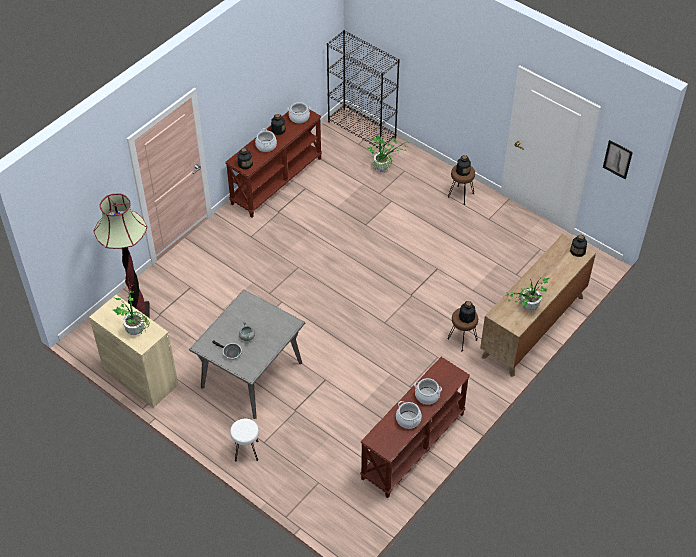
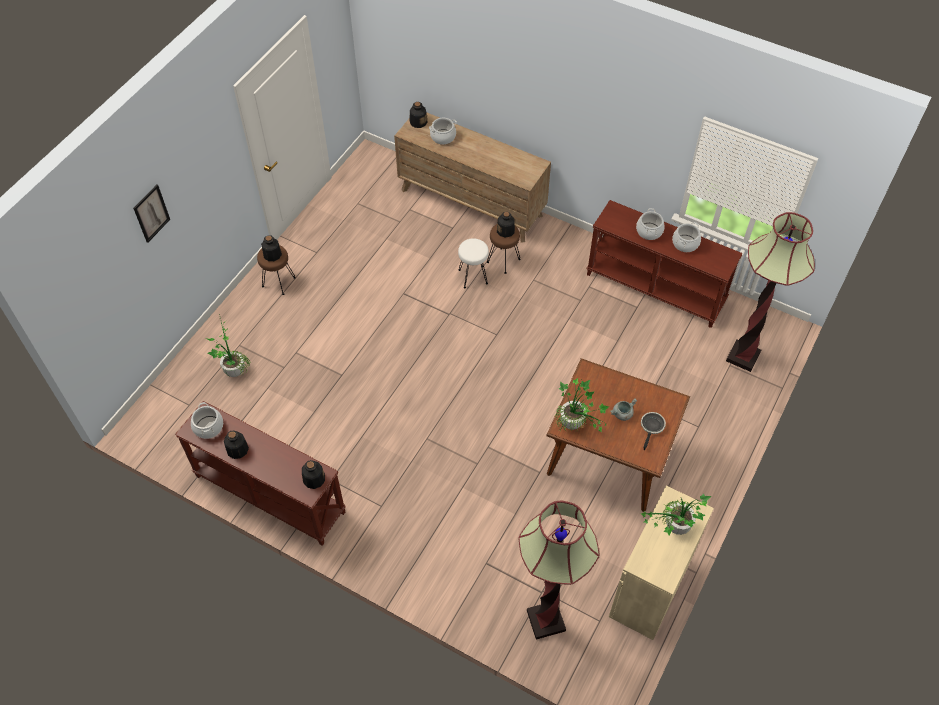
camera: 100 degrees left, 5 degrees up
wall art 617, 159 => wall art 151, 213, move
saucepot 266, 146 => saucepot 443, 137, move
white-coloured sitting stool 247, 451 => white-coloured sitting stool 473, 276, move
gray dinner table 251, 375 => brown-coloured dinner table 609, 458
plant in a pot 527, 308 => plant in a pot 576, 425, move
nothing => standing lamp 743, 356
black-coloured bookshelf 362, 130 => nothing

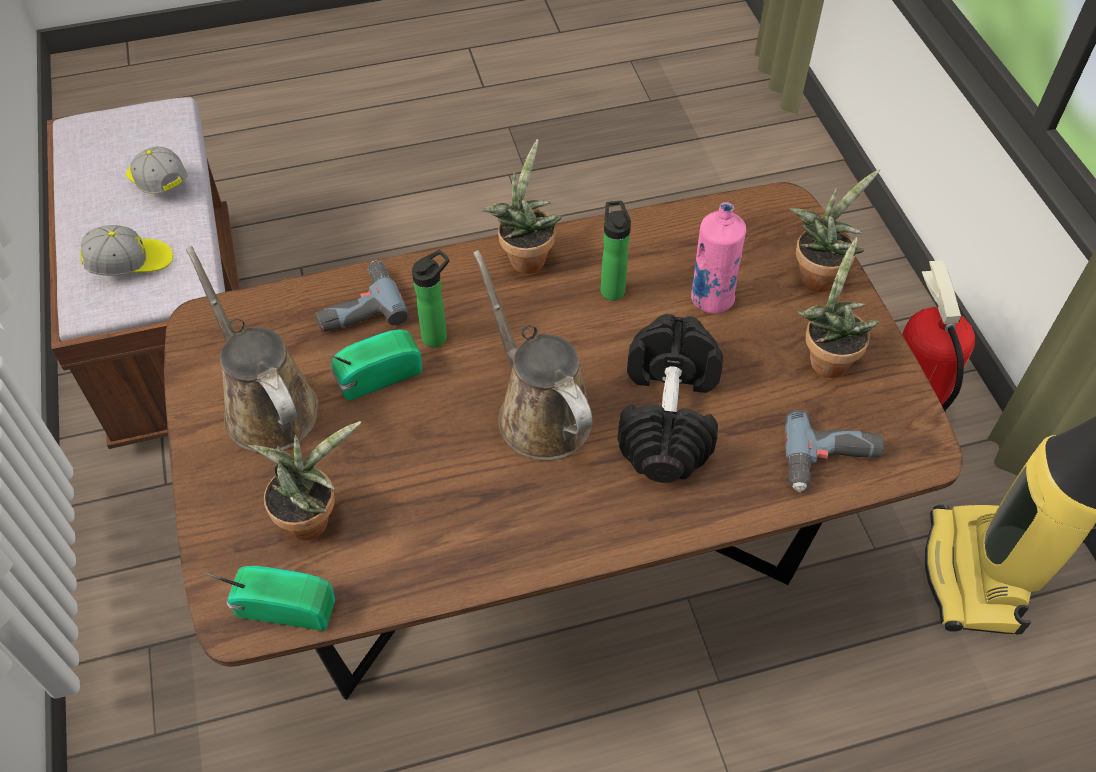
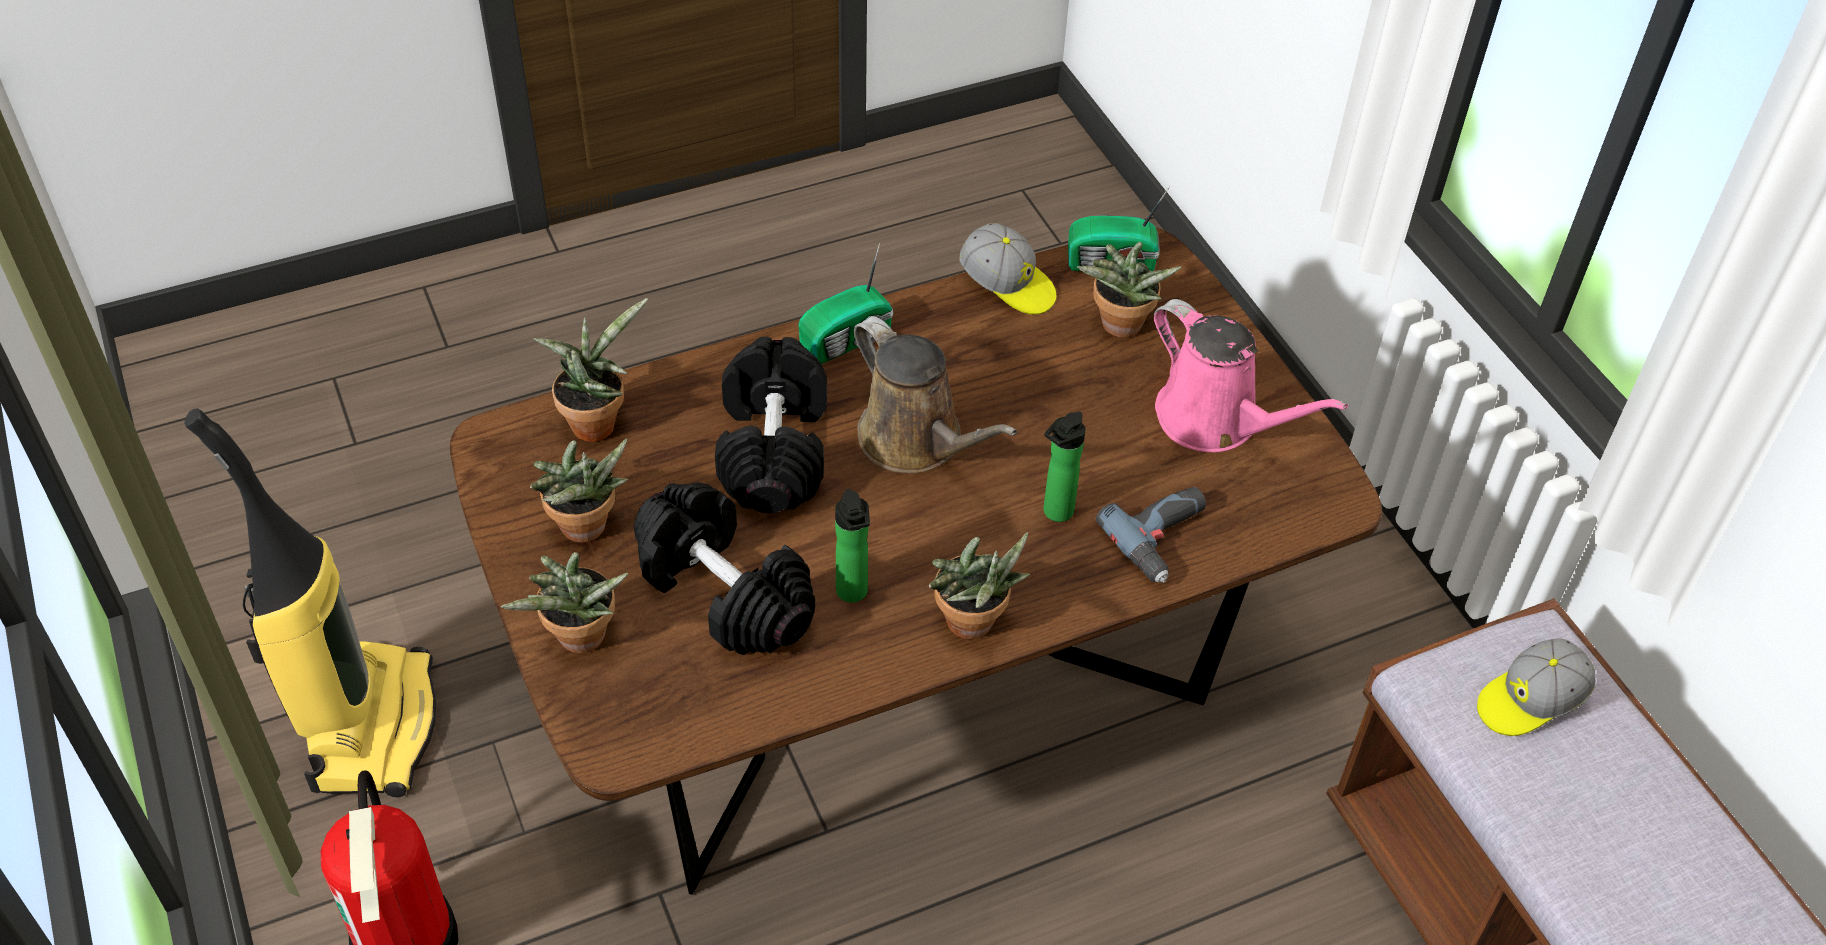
camera: 170 degrees right, 5 degrees down
power drill 831, 462 => plant in a pot 596, 421
pinkish beverage bottle 711, 299 => black-coloured dumbbell 723, 593
radio set 376, 376 => radio set 849, 340, move
baseball cap 158, 182 => baseball cap 1008, 285, move
brown-coloured sprinkling can 266, 405 => pinkish sprinkling can 1215, 421

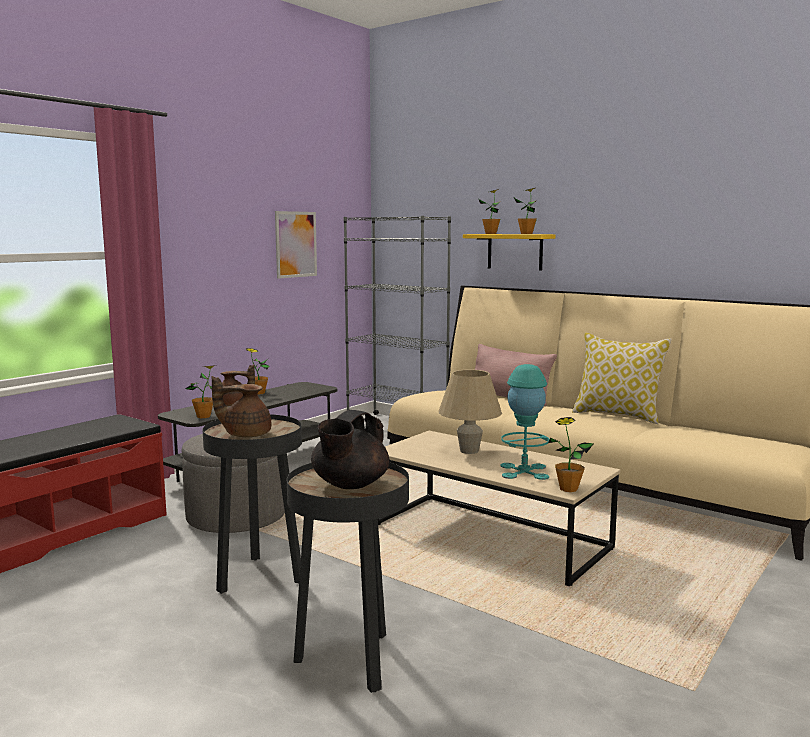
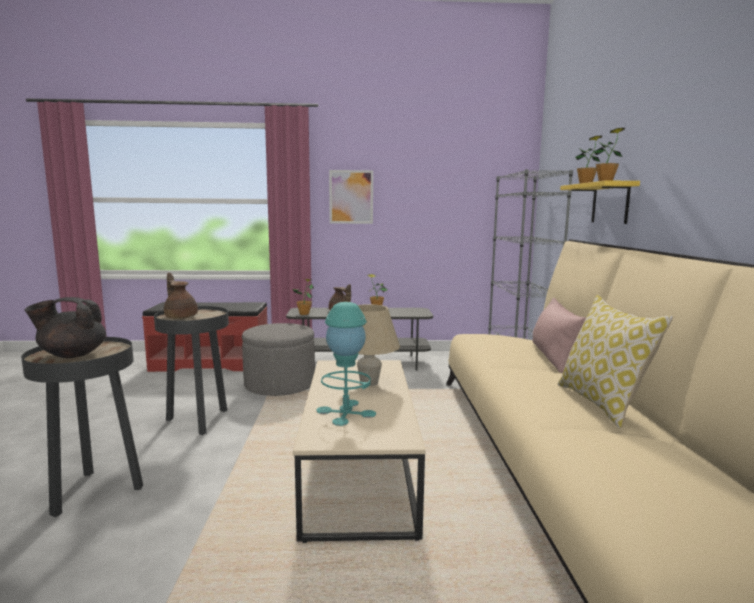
camera: 50 degrees right, 0 degrees up
wall art 296, 244 => wall art 351, 197, move
plant in a pot 568, 489 => nothing

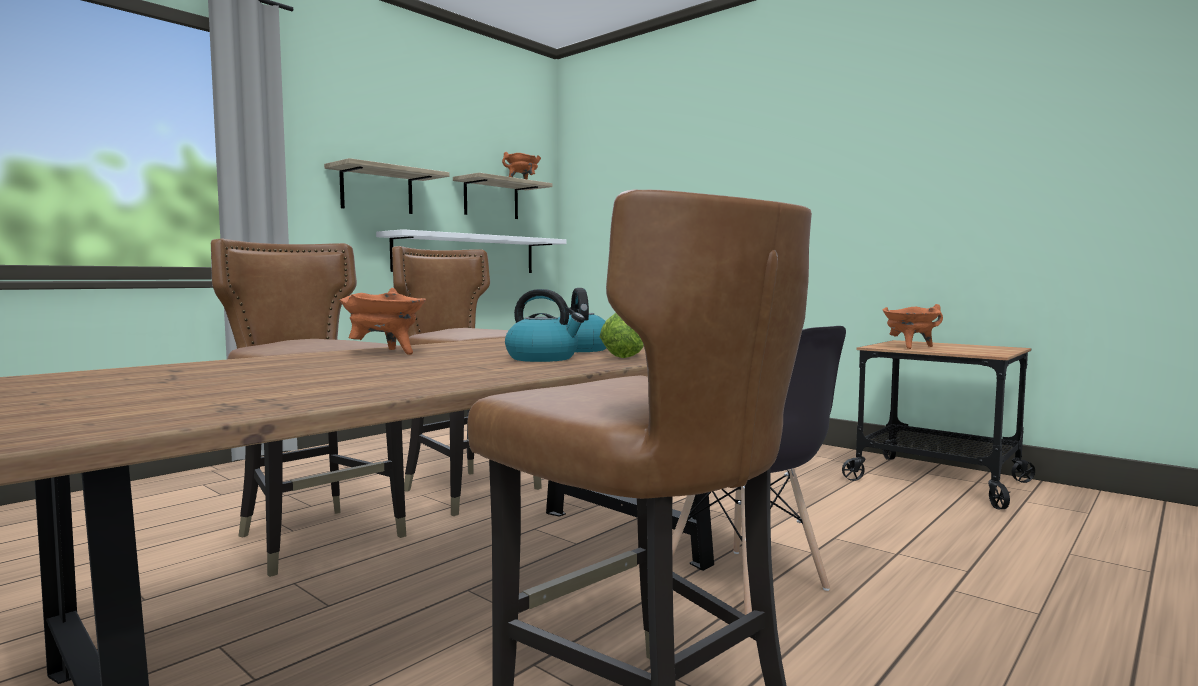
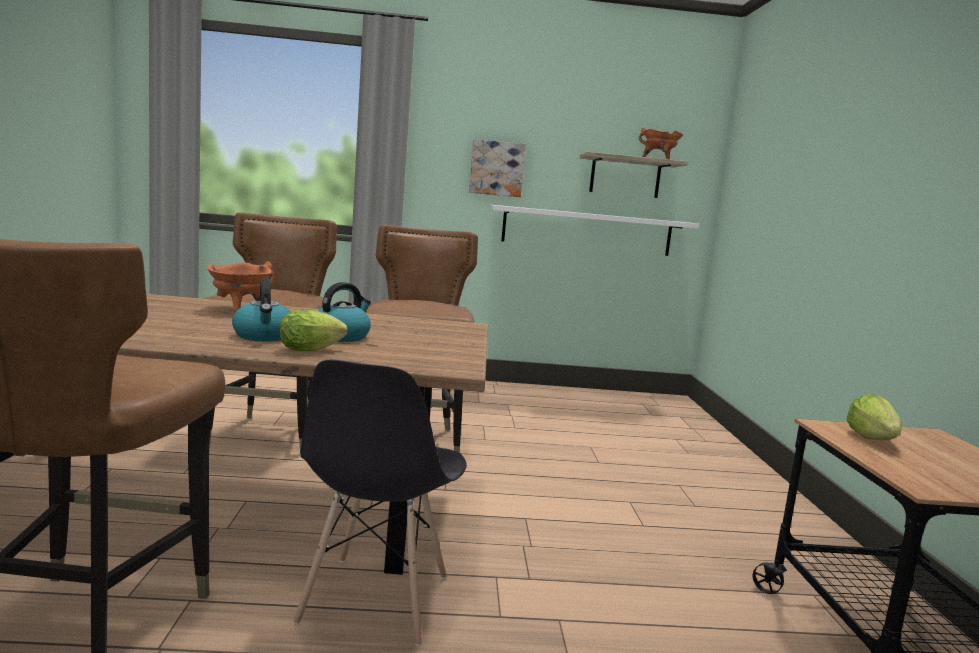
camera: 45 degrees right, 5 degrees up
wall shelf 377, 190 => wall art 496, 168
orangey saucepot 910, 347 => lettuce 873, 441

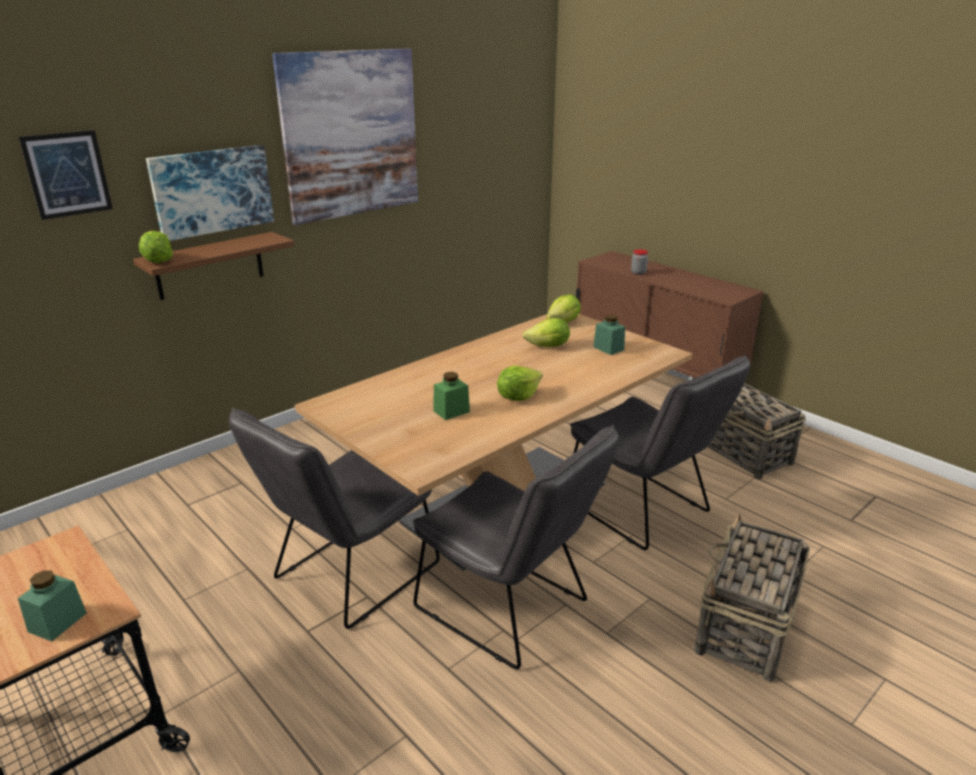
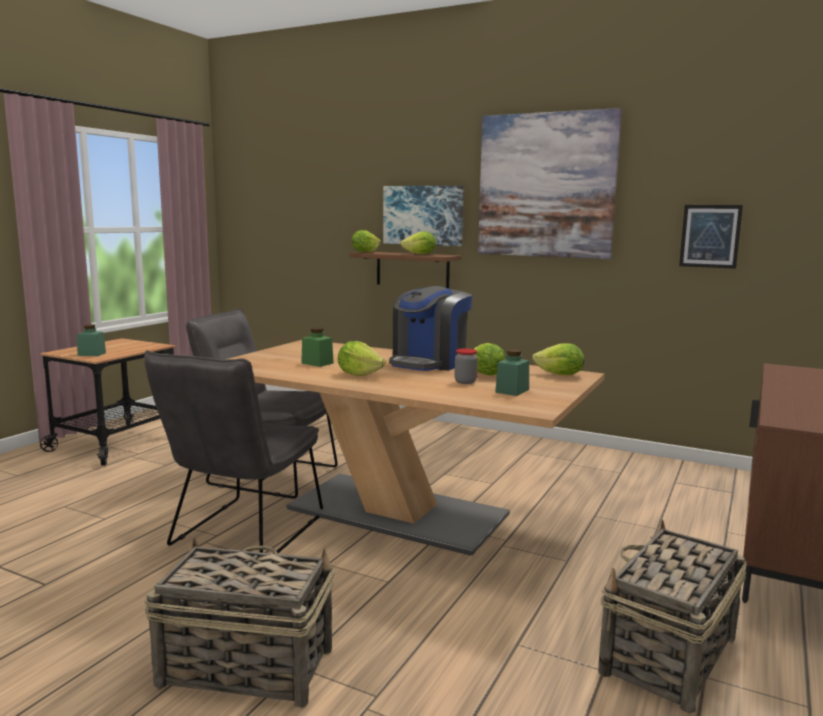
camera: 70 degrees right, 15 degrees down
nothing => coffee brewer 429, 363
nothing => lettuce 420, 254
preserve jar 638, 273 => preserve jar 465, 382, move
wall art 67, 174 => wall art 710, 236, move
gray chair 643, 510 => nothing

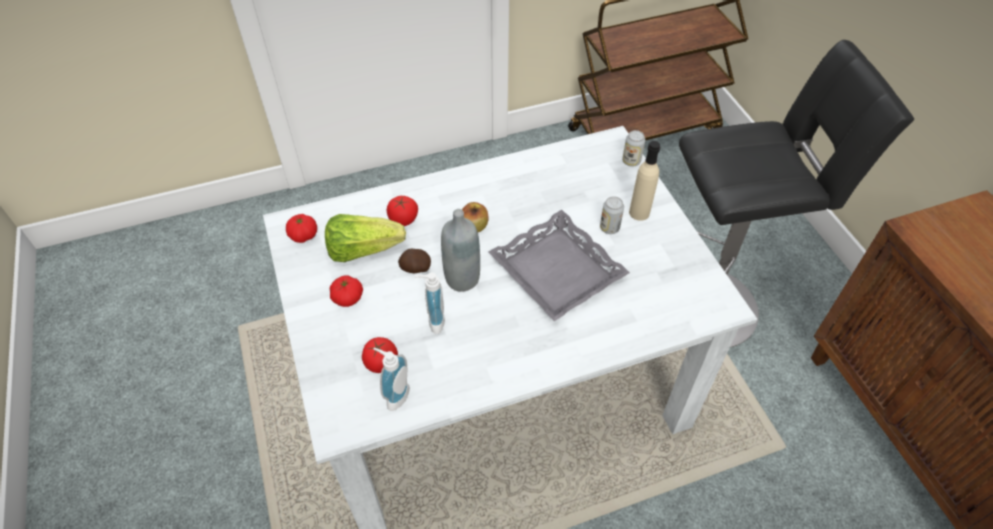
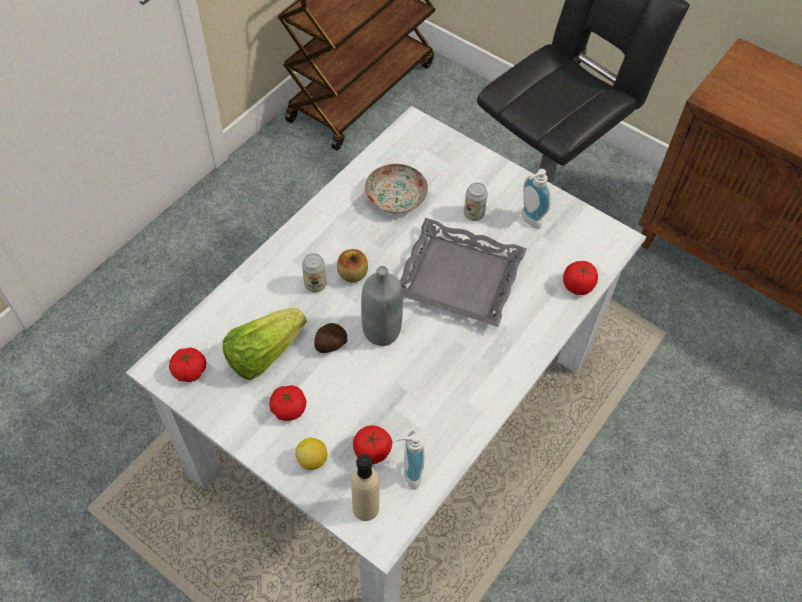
camera: 35 degrees left, 5 degrees up
nothing => citrus fruit 312, 459
metal can 631, 161 => metal can 315, 284, move
beige-coloured beverage bottle 639, 212 => beige-coloured beverage bottle 365, 508, move
nothing => dinner plate 397, 197
liquid soap bottle 433, 321 => liquid soap bottle 528, 220, move
fresh tomato 403, 219 => fresh tomato 578, 286, move

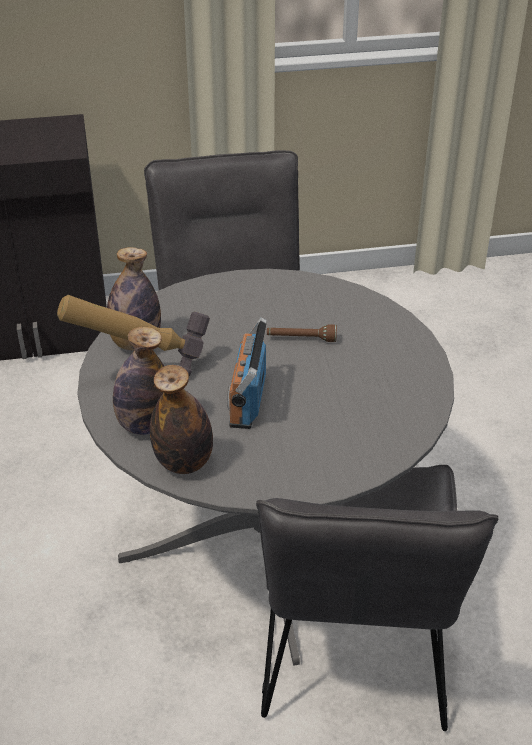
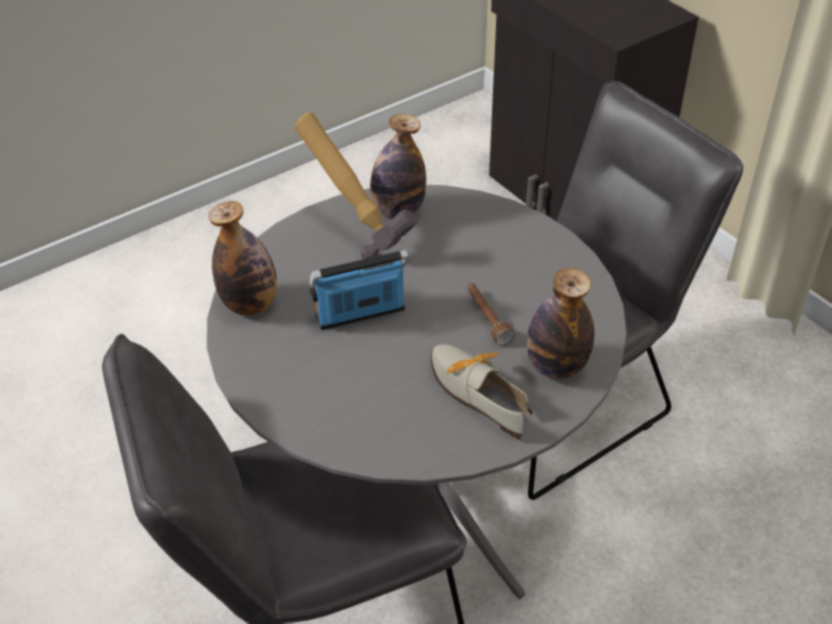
camera: 65 degrees right, 5 degrees up
nothing => shoe 475, 391
beverage bottle 144, 425 => beverage bottle 556, 366, move

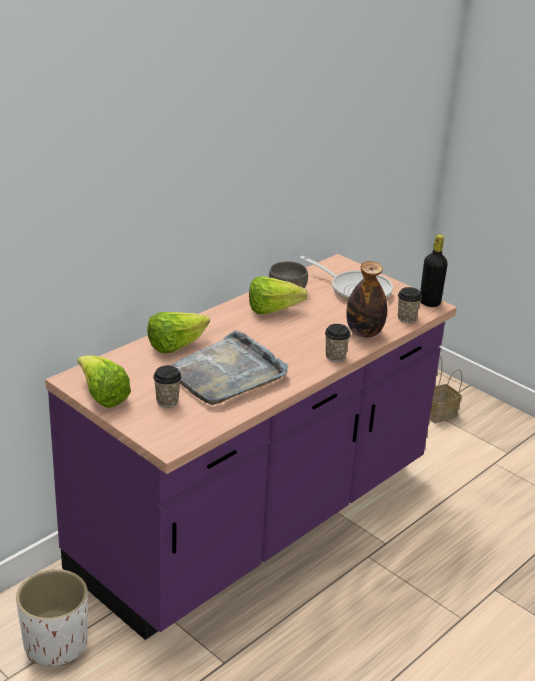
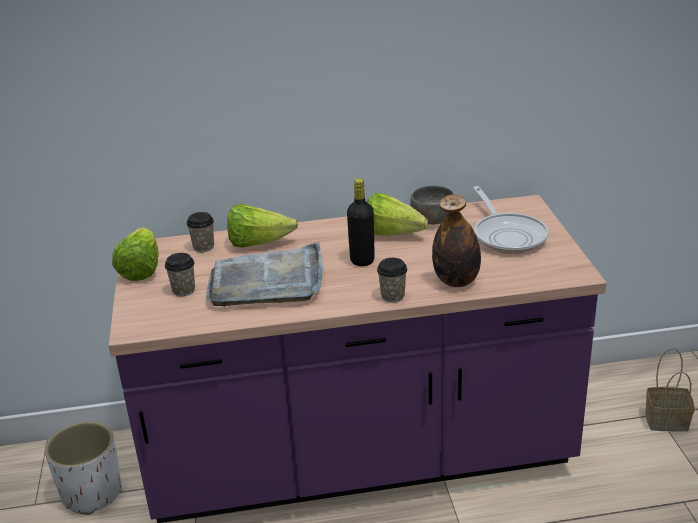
camera: 40 degrees right, 0 degrees up
drinking cup 406, 318 => drinking cup 203, 247, move
black-coloured beverage bottle 429, 302 => black-coloured beverage bottle 362, 260, move

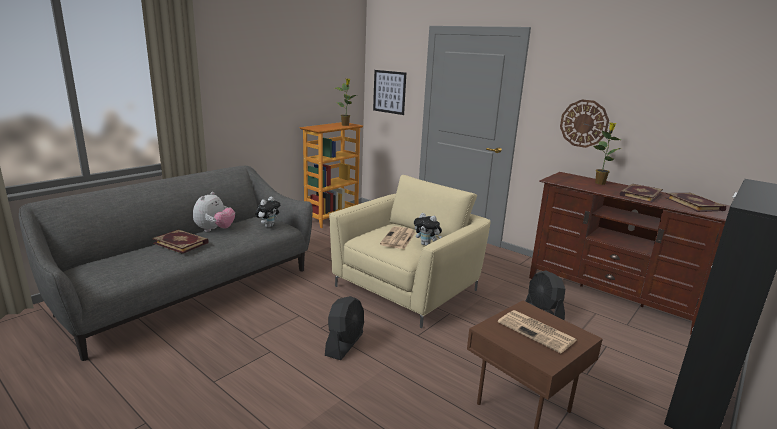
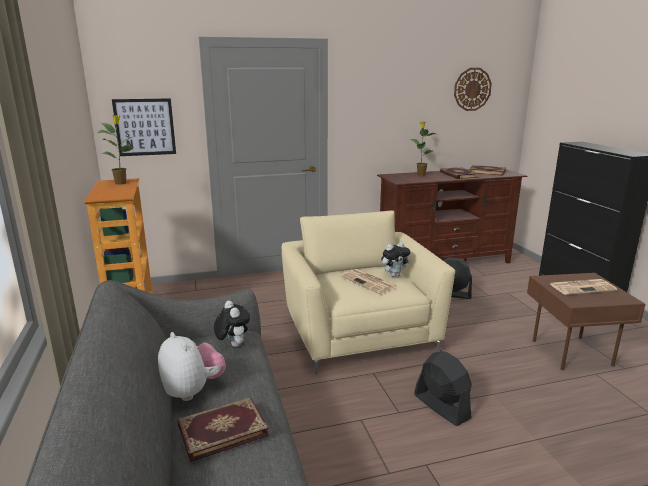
camera: 55 degrees left, 0 degrees up
wall clock 584, 123 => wall clock 472, 89, move

